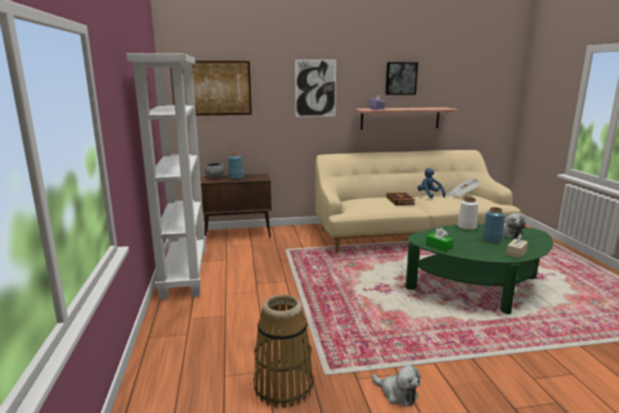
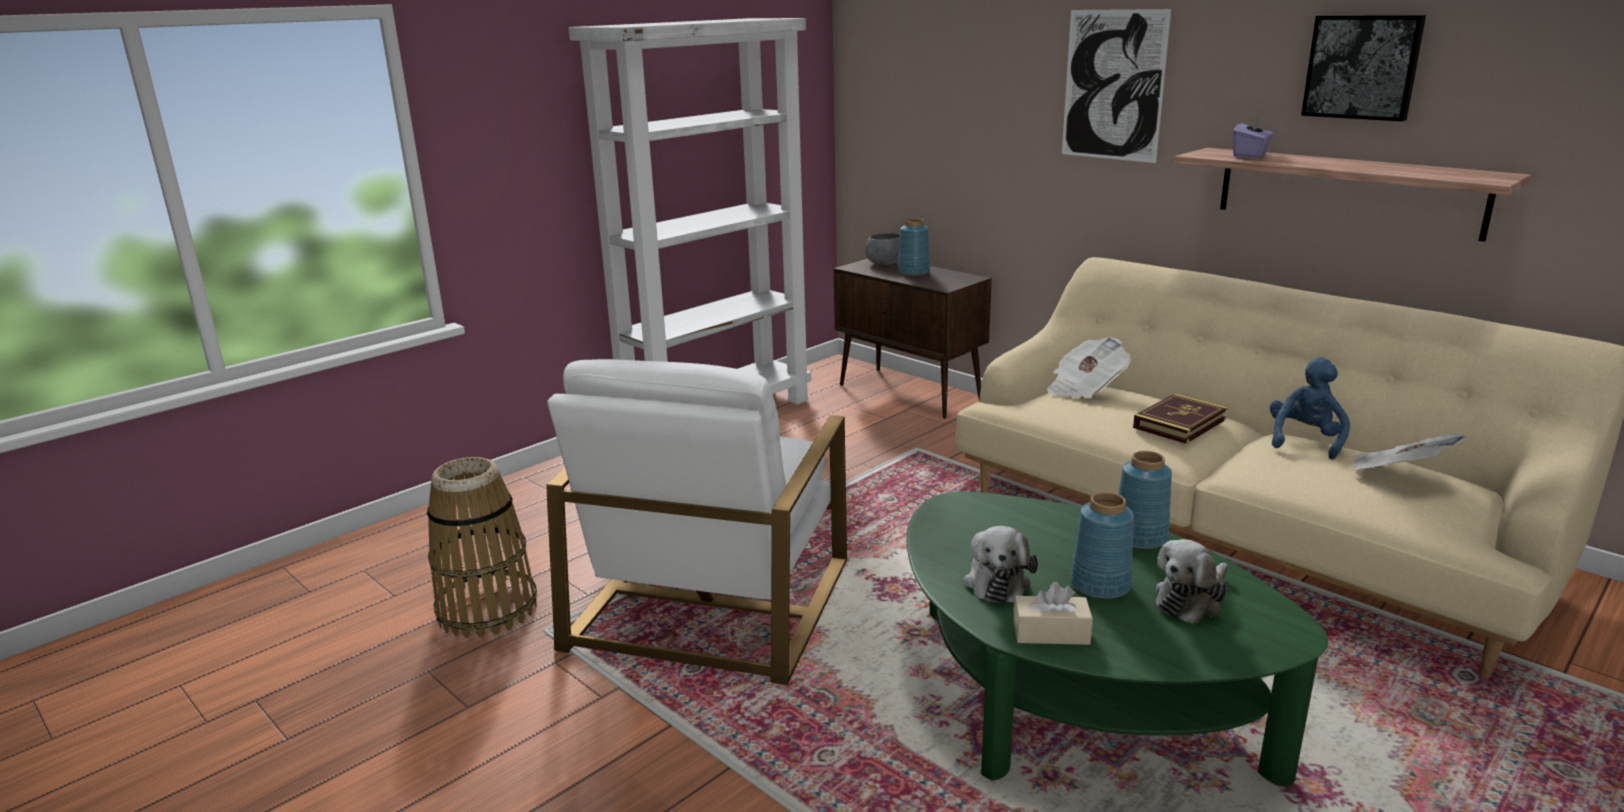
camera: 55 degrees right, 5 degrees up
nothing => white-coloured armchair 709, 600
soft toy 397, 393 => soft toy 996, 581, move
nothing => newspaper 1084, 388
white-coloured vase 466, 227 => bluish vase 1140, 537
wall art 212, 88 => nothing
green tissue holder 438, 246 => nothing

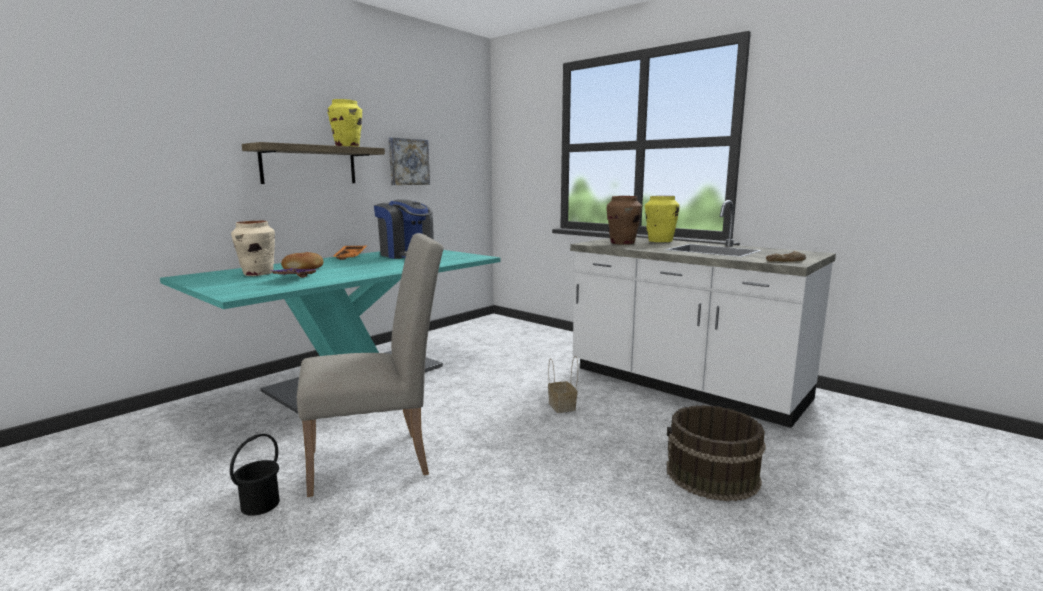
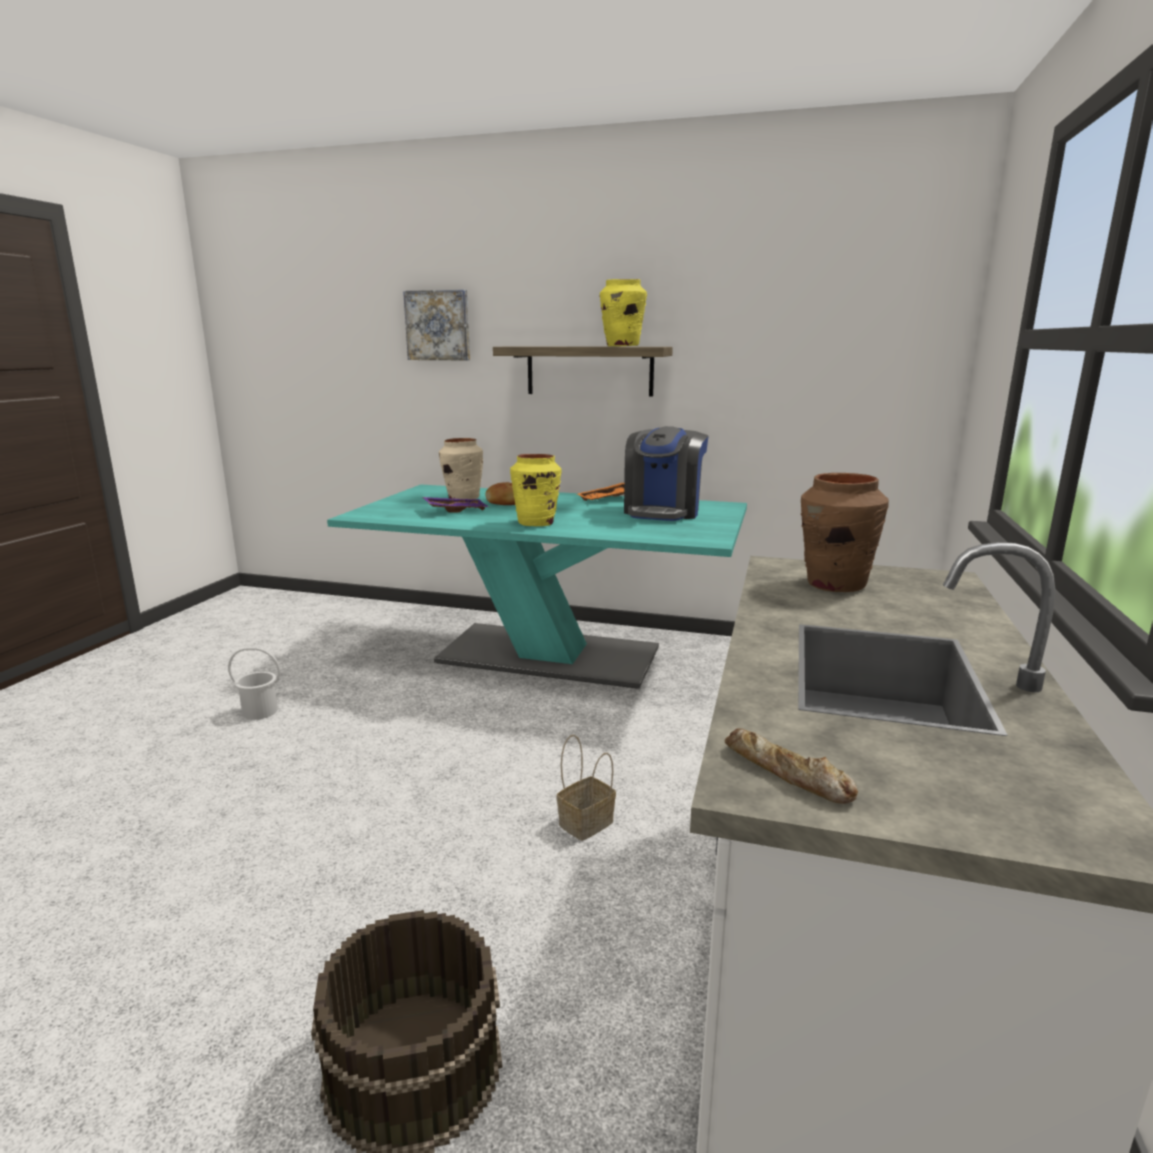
camera: 65 degrees right, 5 degrees up
black-coloured bucket 259, 504 => white-coloured bucket 260, 711
wall art 408, 162 => wall art 438, 325, move
yellow-coloured vase 660, 241 => yellow-coloured vase 536, 523, move
beige-coloured chair 378, 460 => nothing

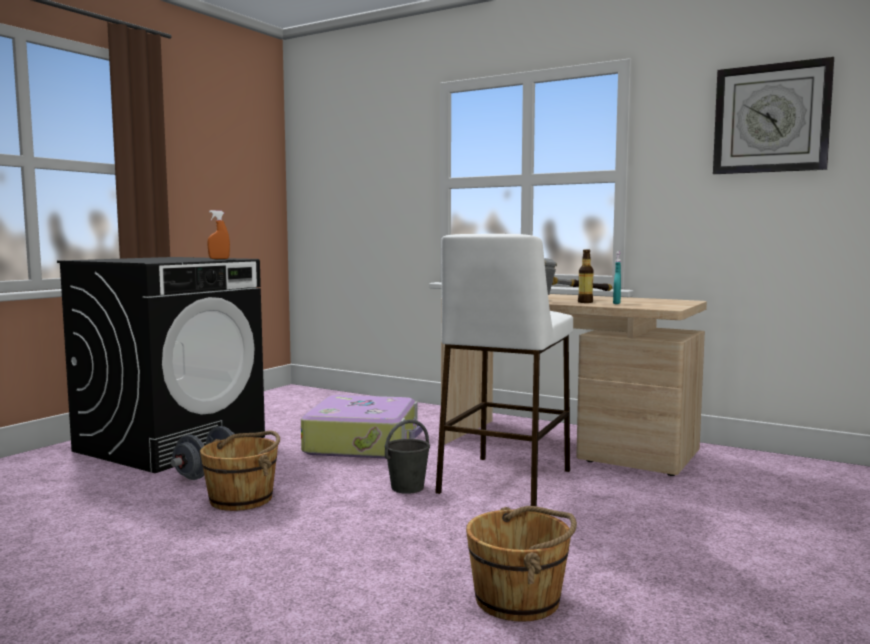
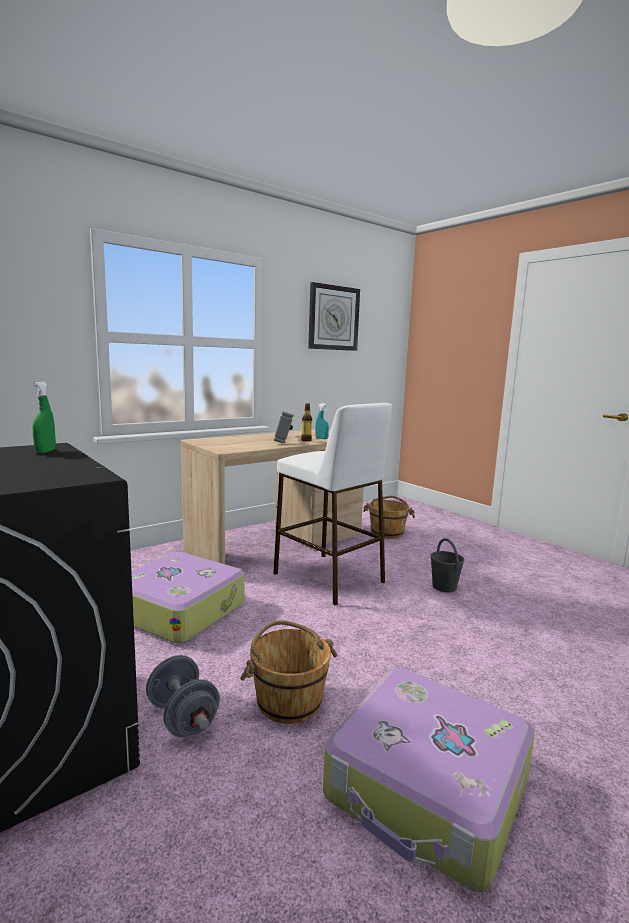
camera: 70 degrees left, 5 degrees up
orangey hand sprayer 219, 259 => green hand sprayer 45, 451
nothing => suitcase 428, 788
brown-coloured bucket 519, 599 => brown-coloured bucket 387, 532, move
gray bucket 408, 487 => gray bucket 444, 586, move

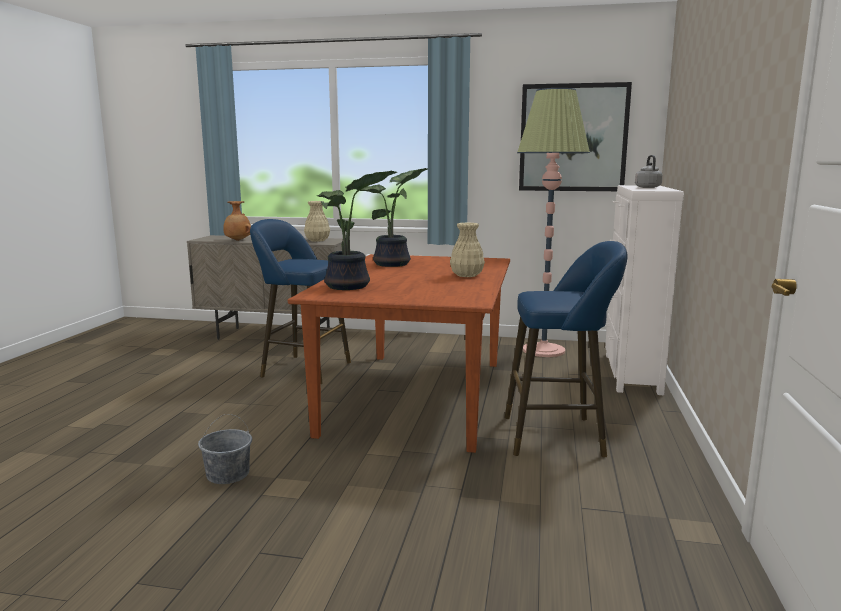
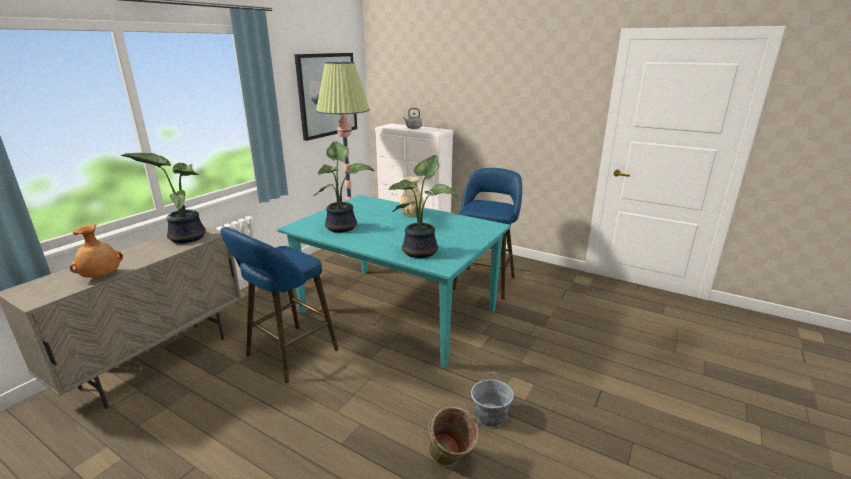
camera: 70 degrees left, 10 degrees up
beige-coloured vase 317, 240 => plant in a pot 186, 237
brown-coloured dinner table 416, 395 => turquoise-coloured dinner table 396, 311
nothing => green bucket 450, 463

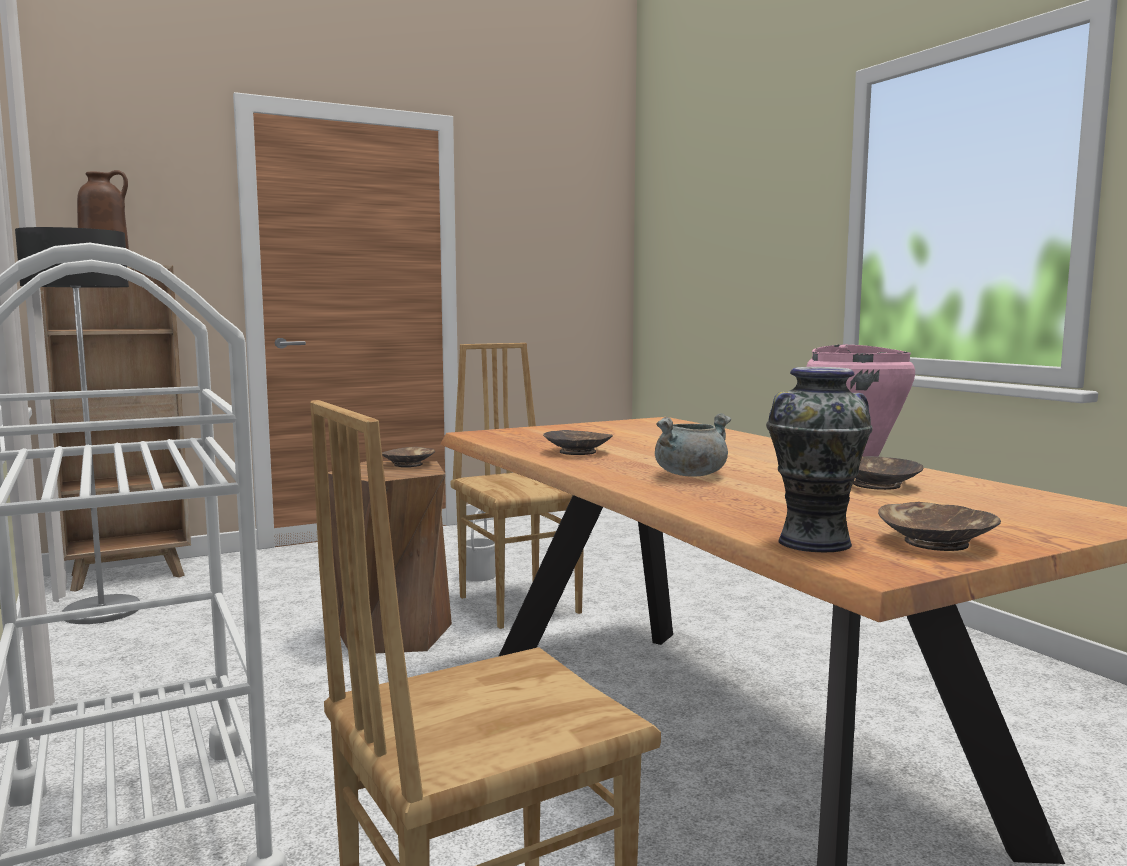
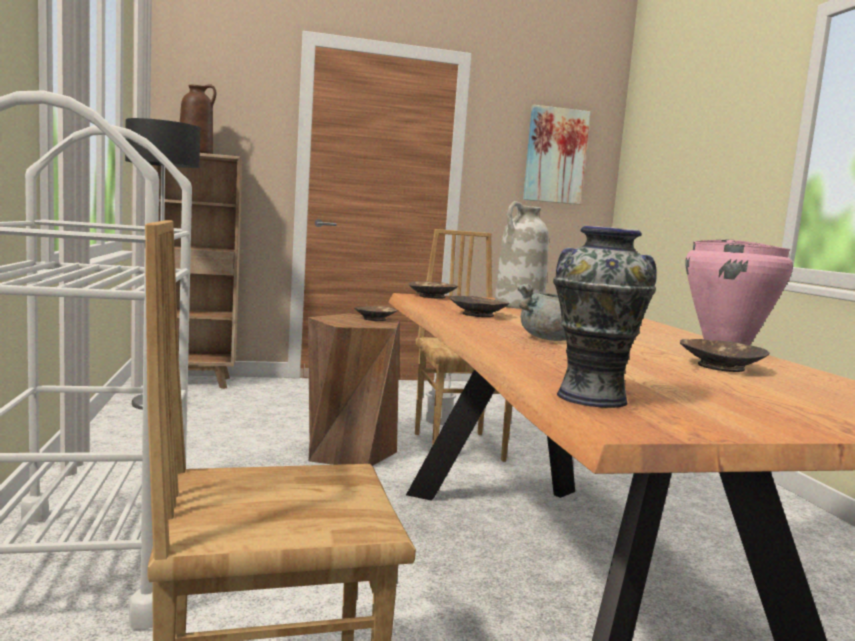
camera: 15 degrees right, 0 degrees up
brown-coloured serving bowl 936, 542 => brown-coloured serving bowl 433, 296, move
nothing => white-coloured vase 519, 306
nothing => wall art 555, 155

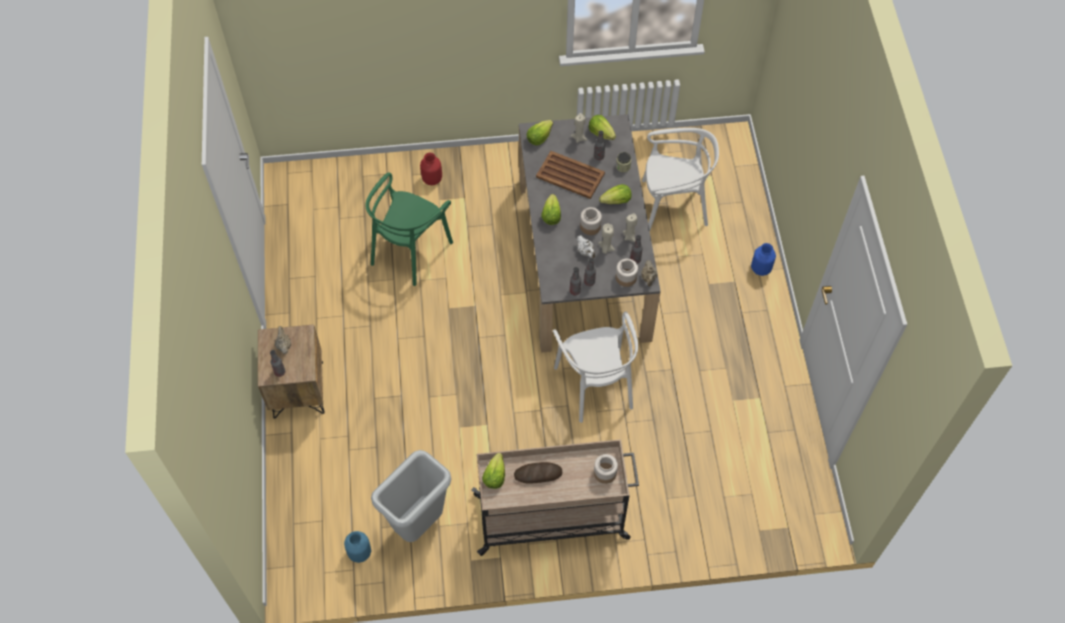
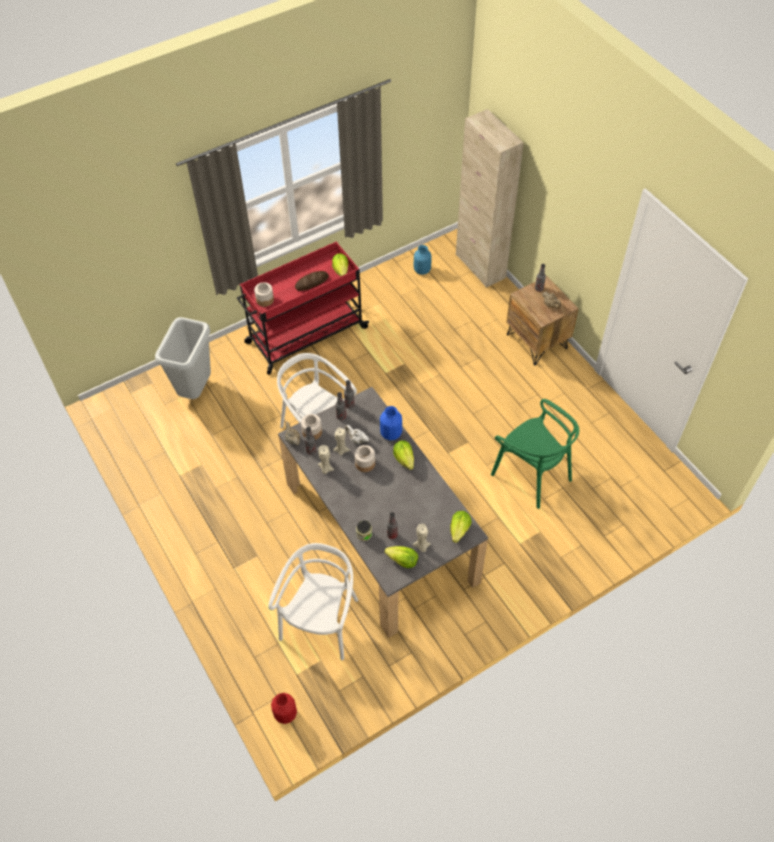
camera: 155 degrees right, 5 degrees down
gray waste bin 419, 525 => gray waste bin 195, 390, move
beige-coloured wheeled cart 553, 517 => reddish wheeled cart 305, 336
white-coloured chair 673, 205 => white-coloured chair 321, 622, 135 degrees clockwise
reddish vase 432, 179 => reddish vase 285, 713, move
bluish vase 761, 269 => bluish vase 390, 433, move
nothing => beige-coloured cupboard 480, 266
green chair 410, 251 => green chair 532, 475, 135 degrees clockwise
brown-coloured serving tray 570, 175 => nothing
lettuce 616, 201 => nothing

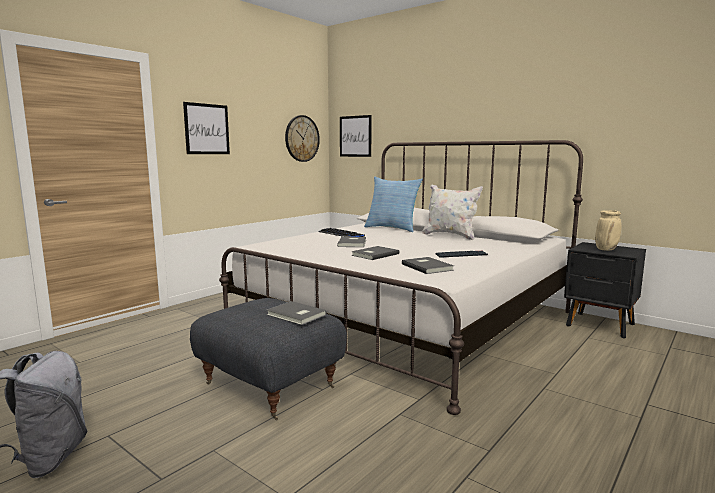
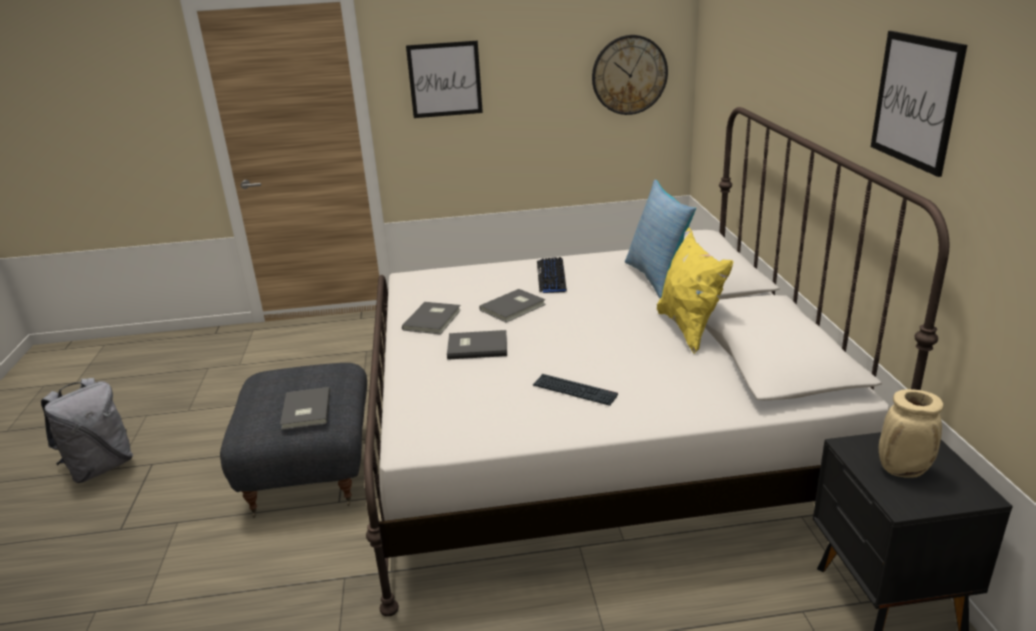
camera: 45 degrees right, 15 degrees up
gray book 427, 267 => gray book 434, 319, move
white-coloured cushion 450, 236 => yellow-coloured cushion 689, 329
wall art 355, 136 => wall art 915, 101, move

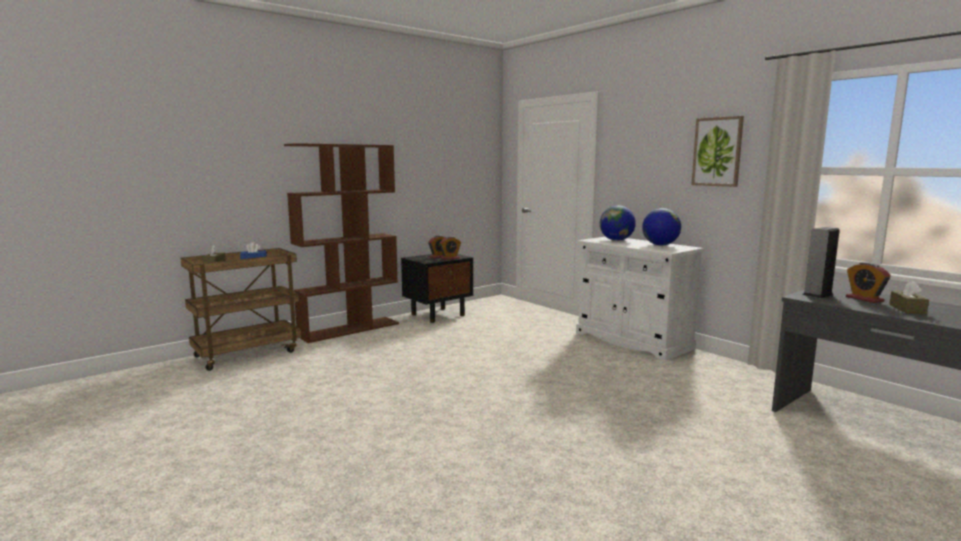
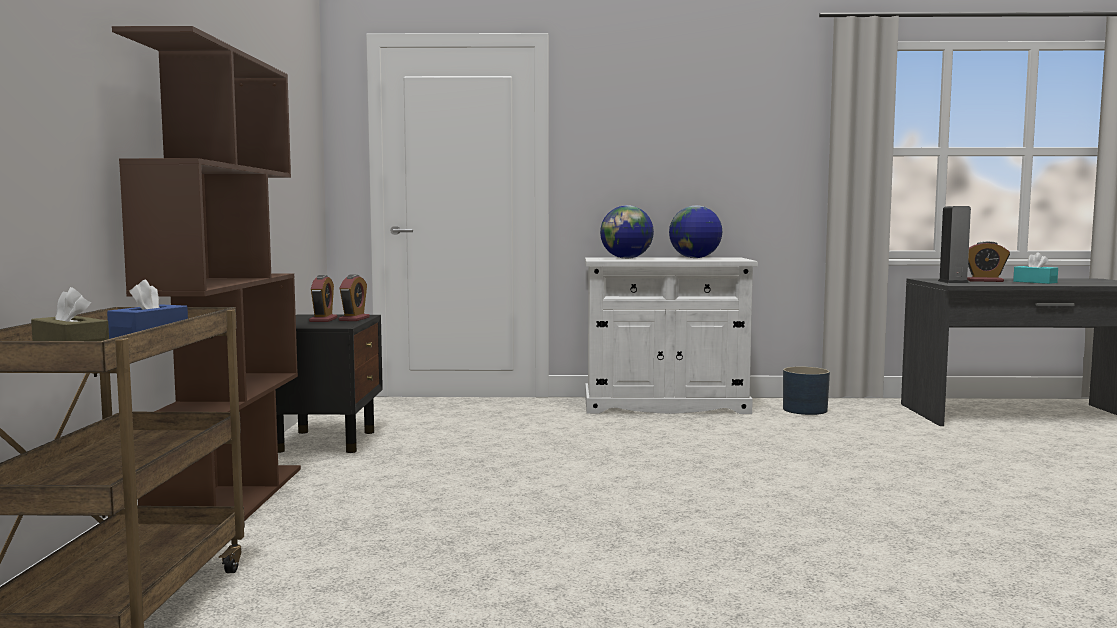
camera: 50 degrees left, 5 degrees down
nothing => bluish plant pot 805, 410
brown-coloured tissue holder 907, 309 => turquoise-coloured tissue holder 1035, 282
wall art 717, 152 => nothing

